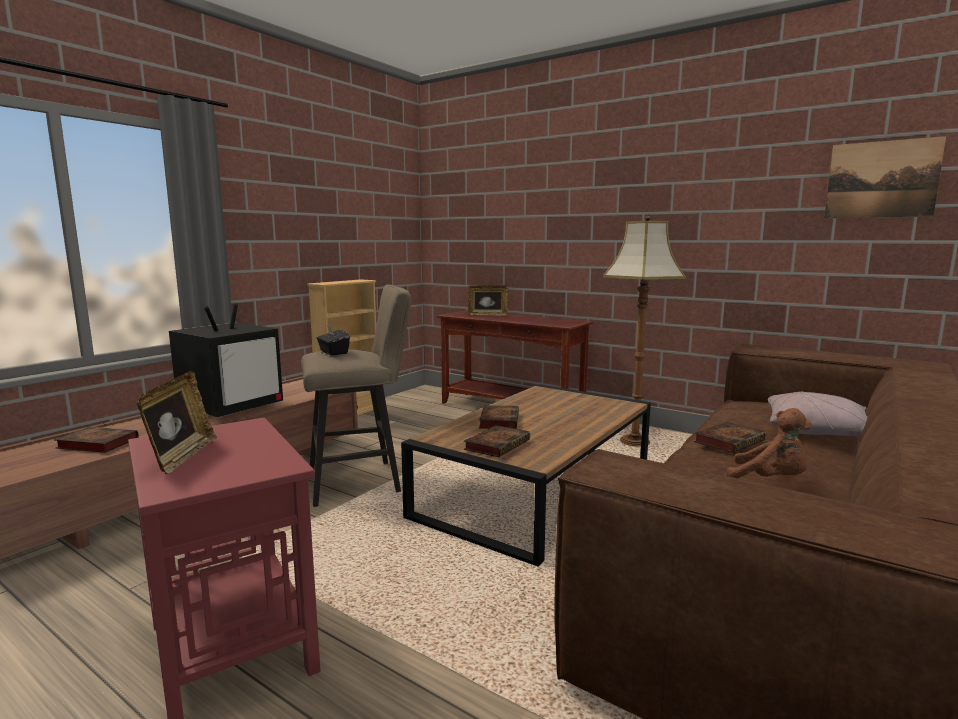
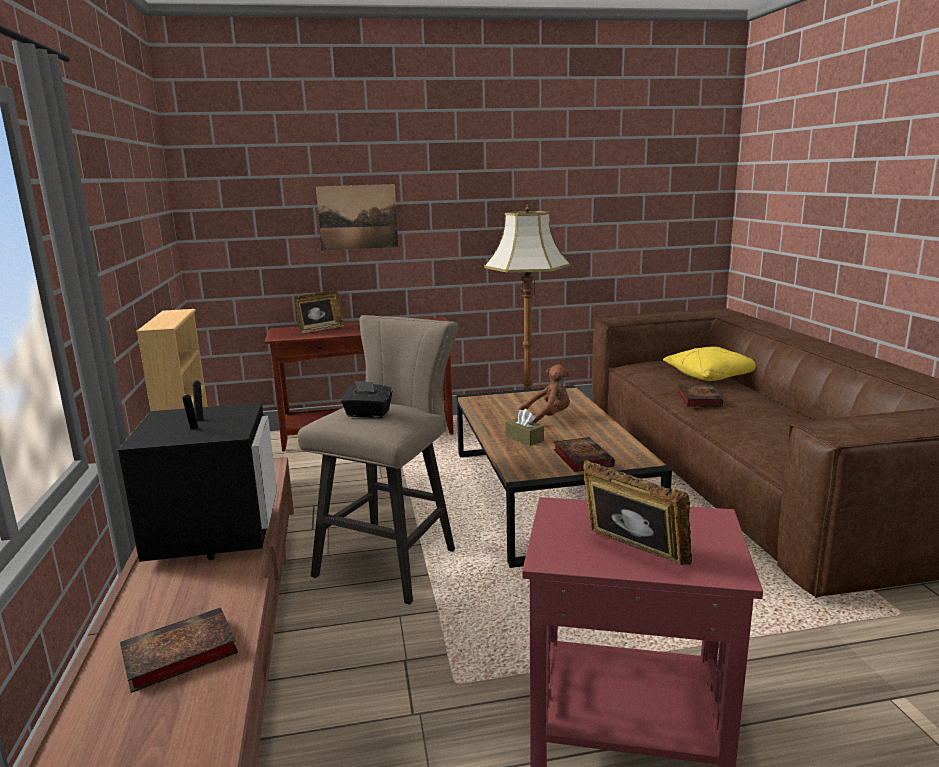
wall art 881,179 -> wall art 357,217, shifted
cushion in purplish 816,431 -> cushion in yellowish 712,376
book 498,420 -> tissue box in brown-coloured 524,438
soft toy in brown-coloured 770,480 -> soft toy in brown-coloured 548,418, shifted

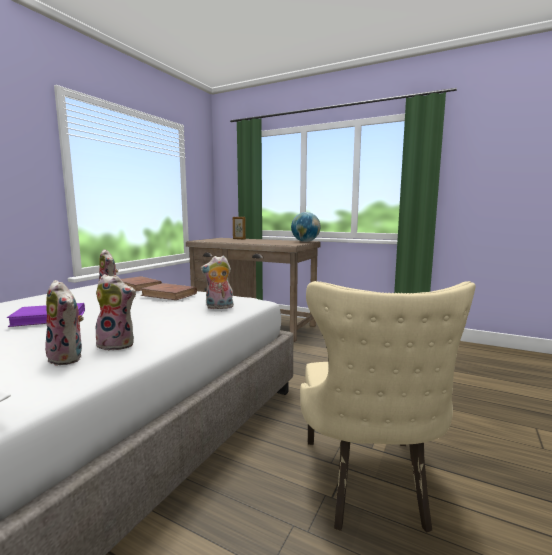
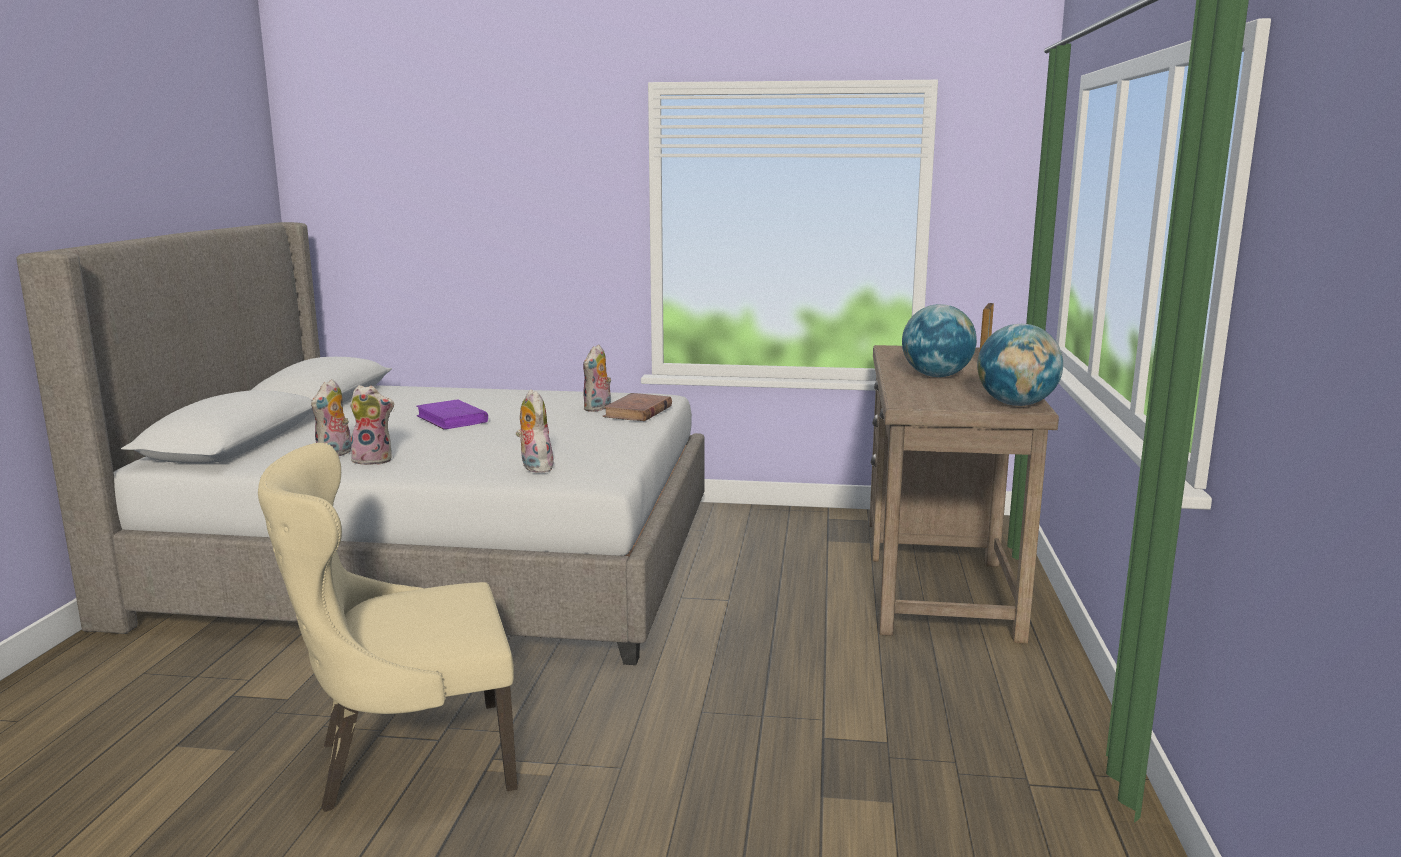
soft toy 118,344 -> soft toy 374,460, 75 degrees counterclockwise
book in brown-coloured 169,294 -> none
none -> desk globe 936,376

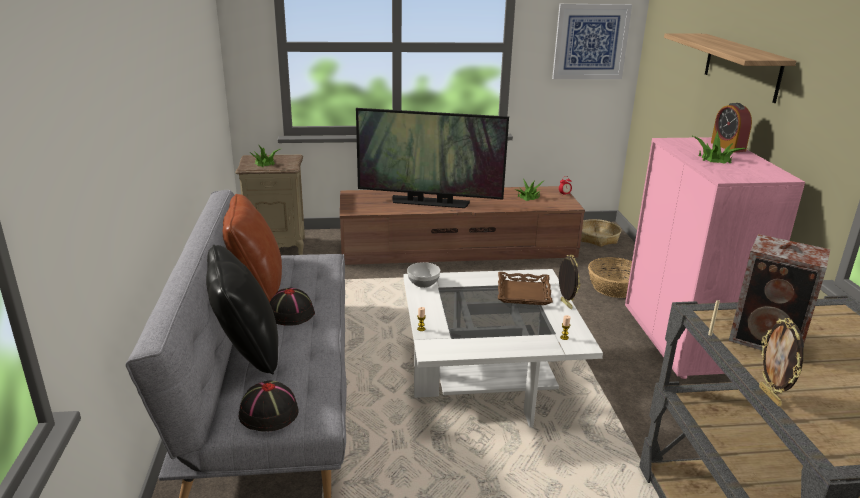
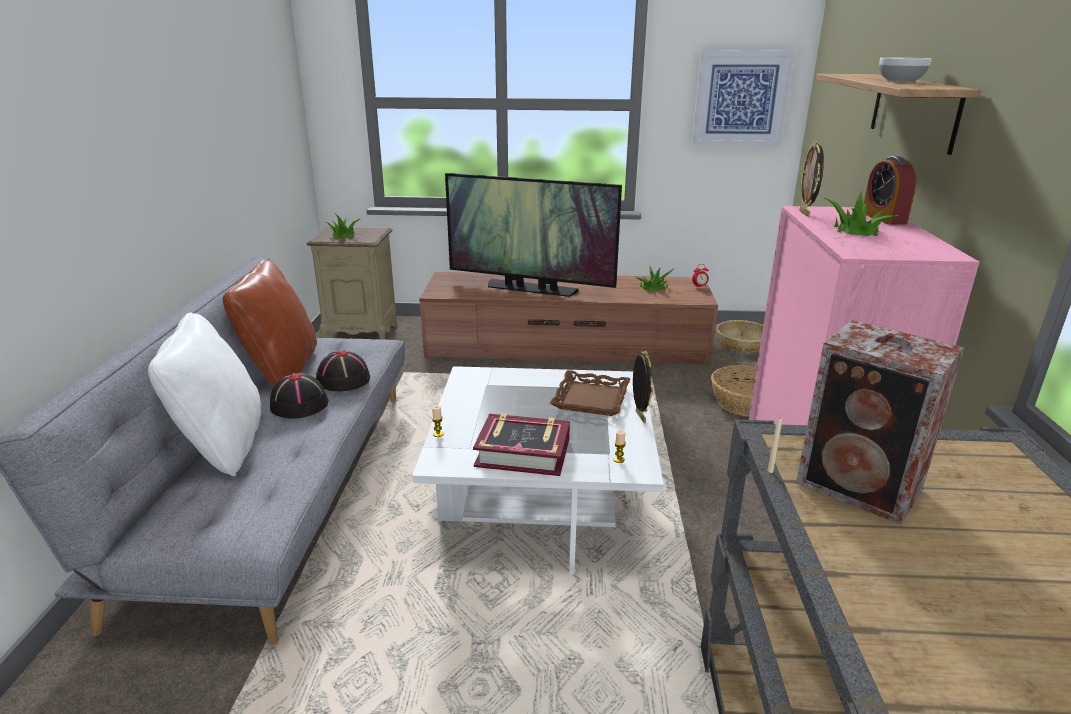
cushion in black-coloured 247,351 -> cushion in whitish 223,445
deep dish 423,283 -> deep dish 900,81, shifted
standing frame 770,396 -> standing frame 805,213, shifted
hat in black-coloured 268,413 -> hat in black-coloured 343,380, shifted
none -> book 523,452

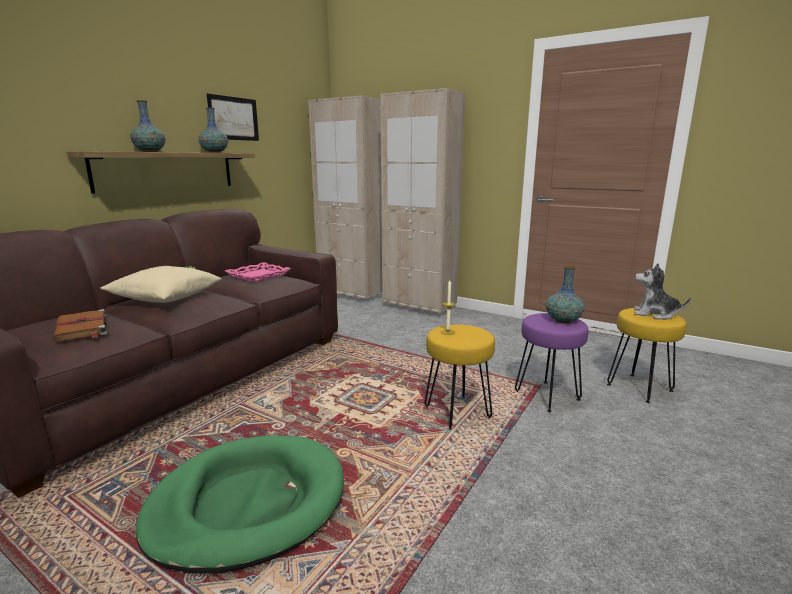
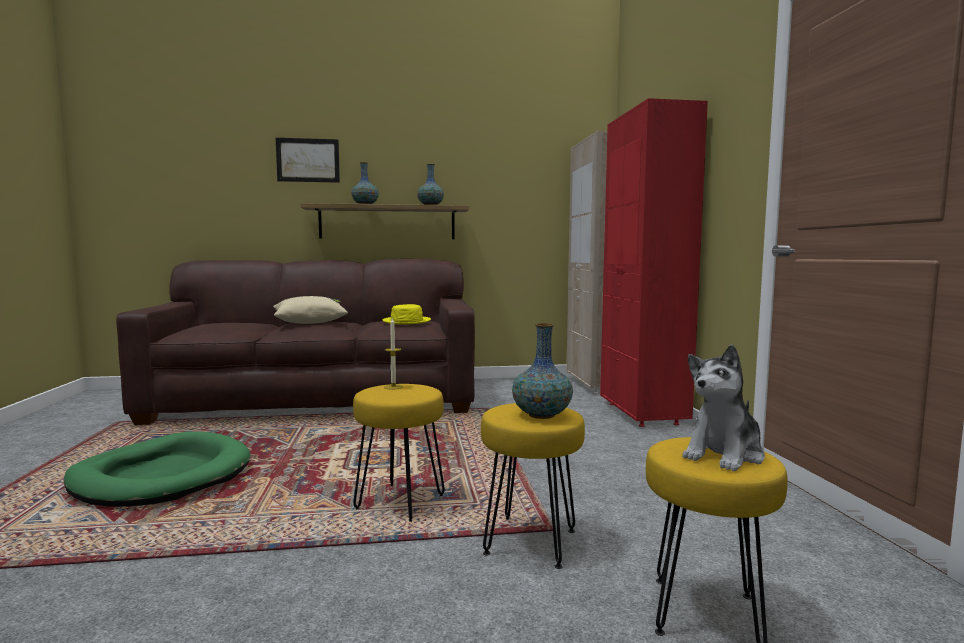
cupboard in beige-coloured 419,307 -> cupboard in red-coloured 641,414
wall art 233,118 -> wall art 308,160, shifted
tray in pink-coloured 258,275 -> hat in yellowish 407,321
soft toy 655,314 -> soft toy 724,455, 120 degrees counterclockwise
book in brown-coloured 81,328 -> none
sitting stool in purplish 548,396 -> sitting stool in yellowish 531,542

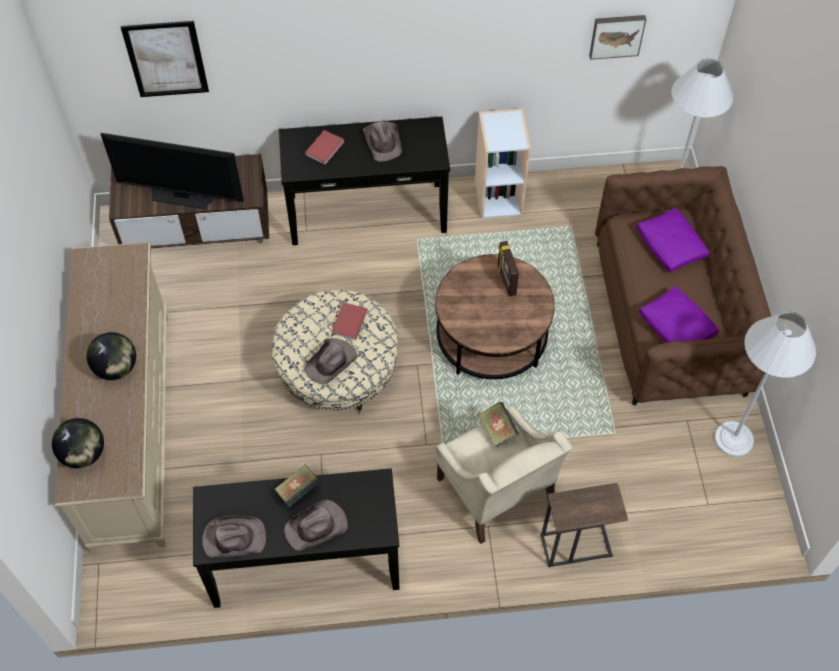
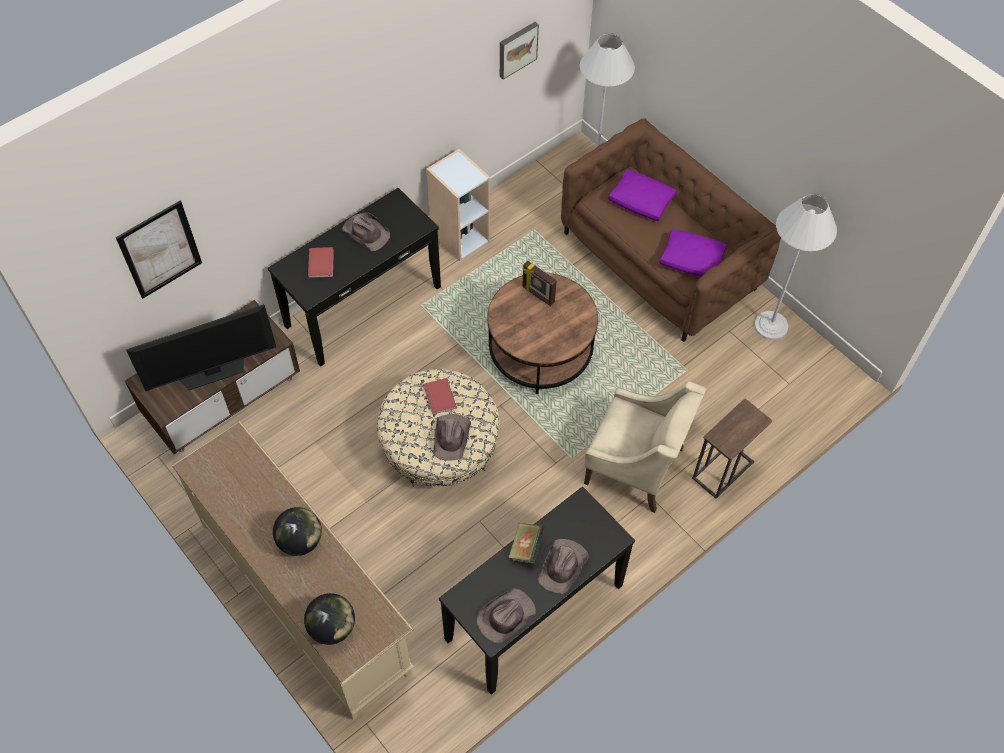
book 497,430 -> none

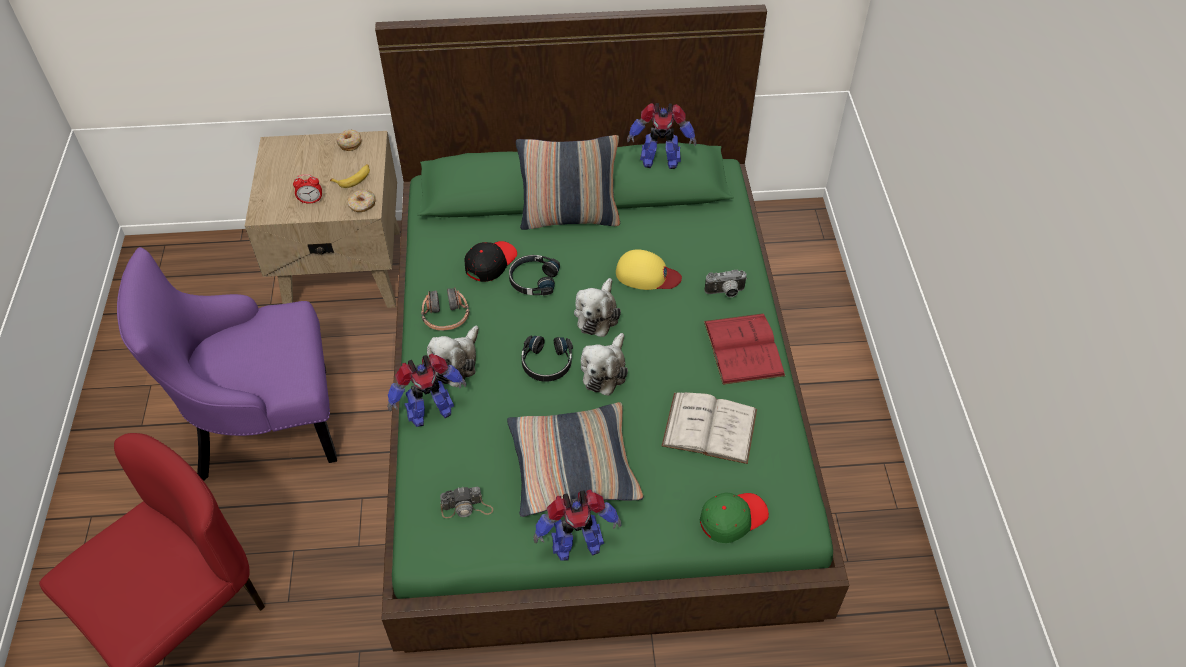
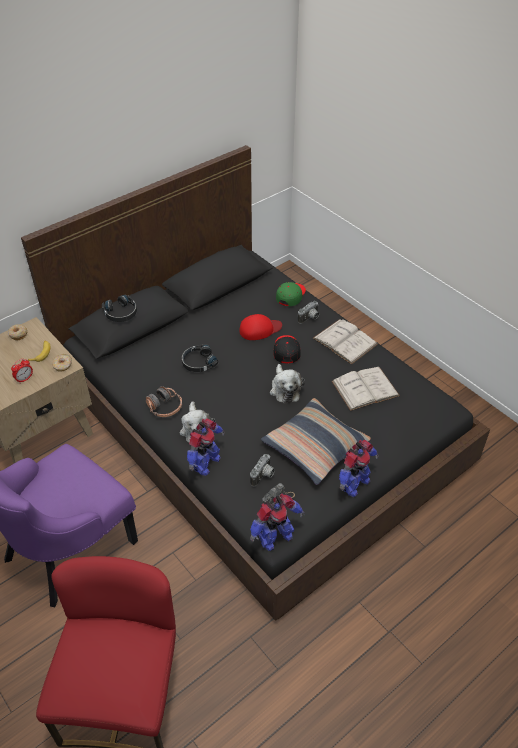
bed in green 593,394 -> bed in black-coloured 258,419
model robot 659,160 -> model robot 275,537, shifted
cushion 569,217 -> none
peaked cap in black-coloured 490,263 -> peaked cap in black-coloured 286,351, shifted
peaked cap in yellowish 647,275 -> peaked cap in red-coloured 260,329
soft toy 597,315 -> none
book in red-coloured 743,348 -> book in whitish 345,341
headset in black-coloured 546,363 -> headset in black-coloured 121,313, shifted
peaked cap in green 732,518 -> peaked cap in green 290,296, shifted
none -> photo camera 263,476

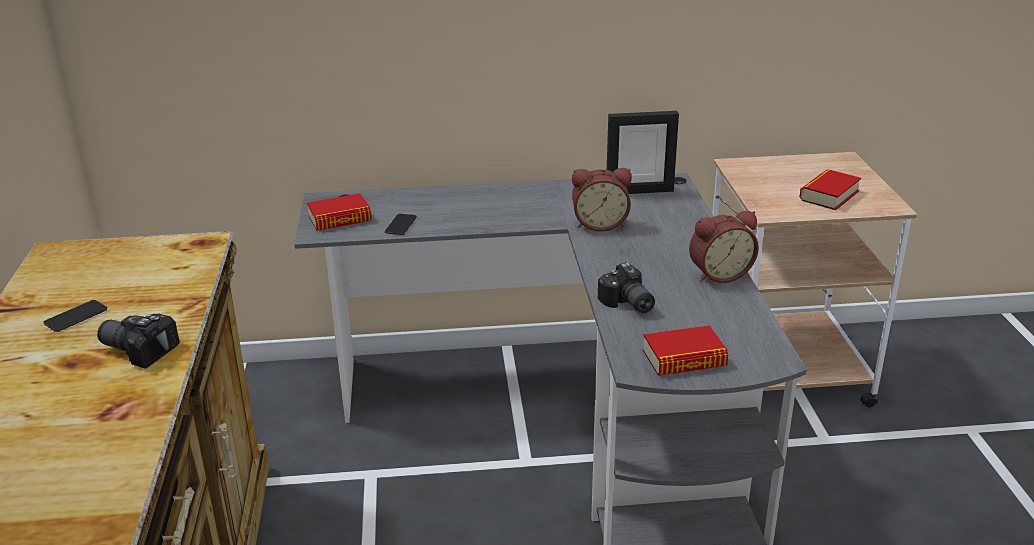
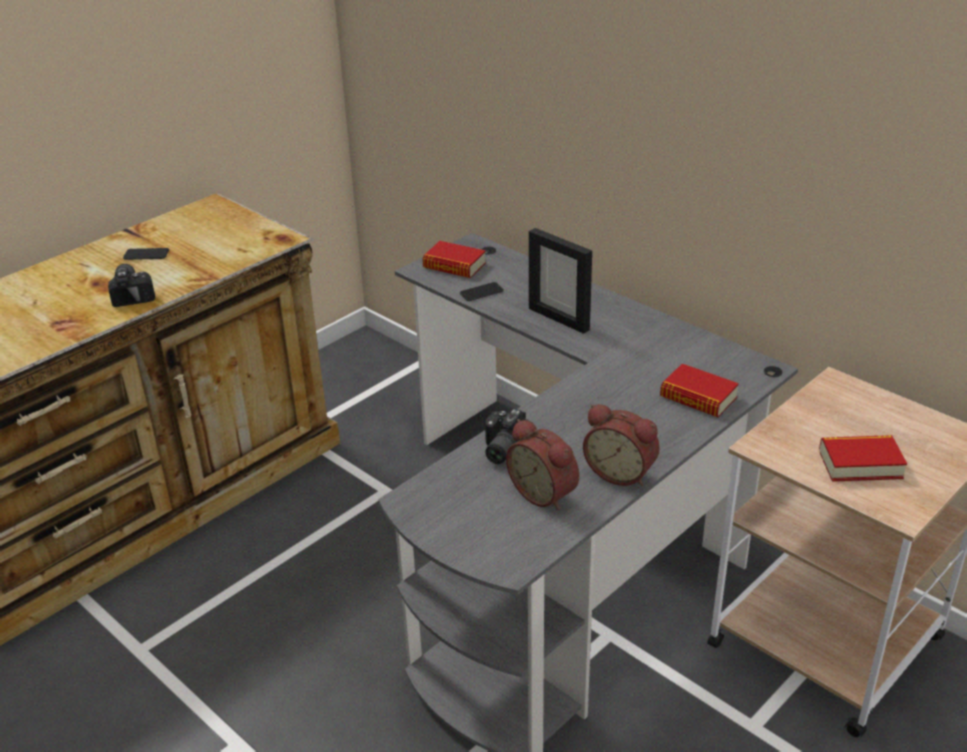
standing frame 639,190 -> standing frame 559,318, shifted
alarm clock 599,224 -> alarm clock 545,493, shifted
book 684,359 -> book 698,397, shifted

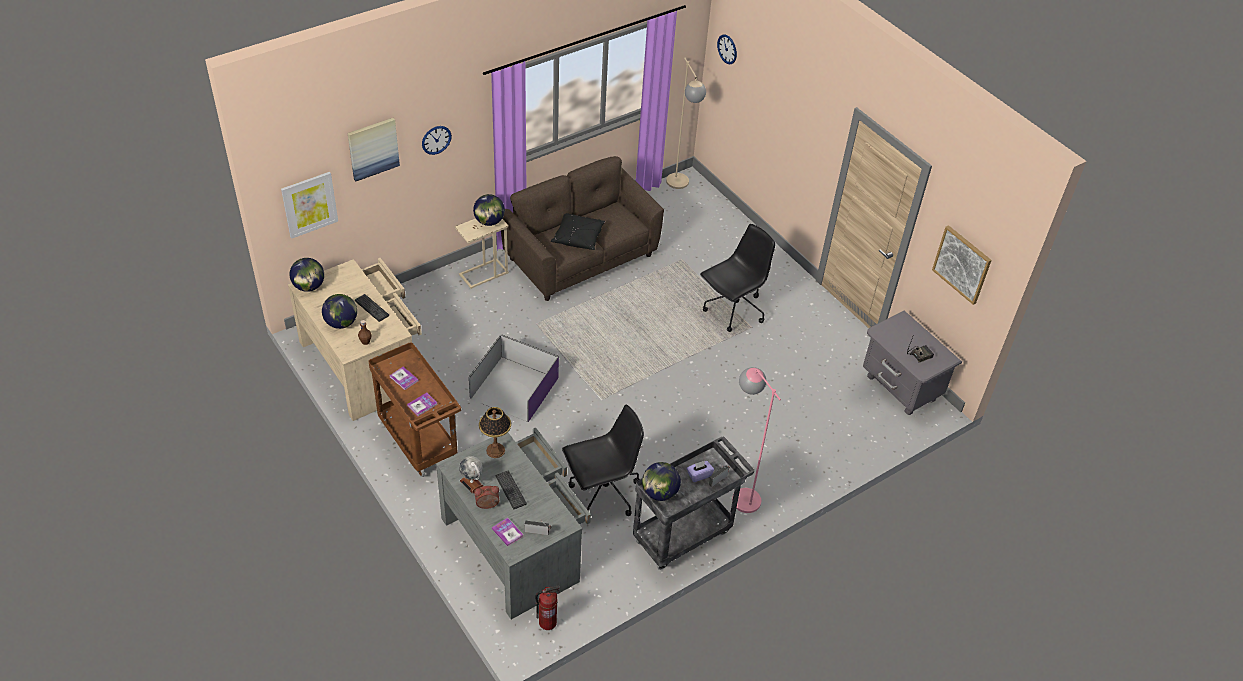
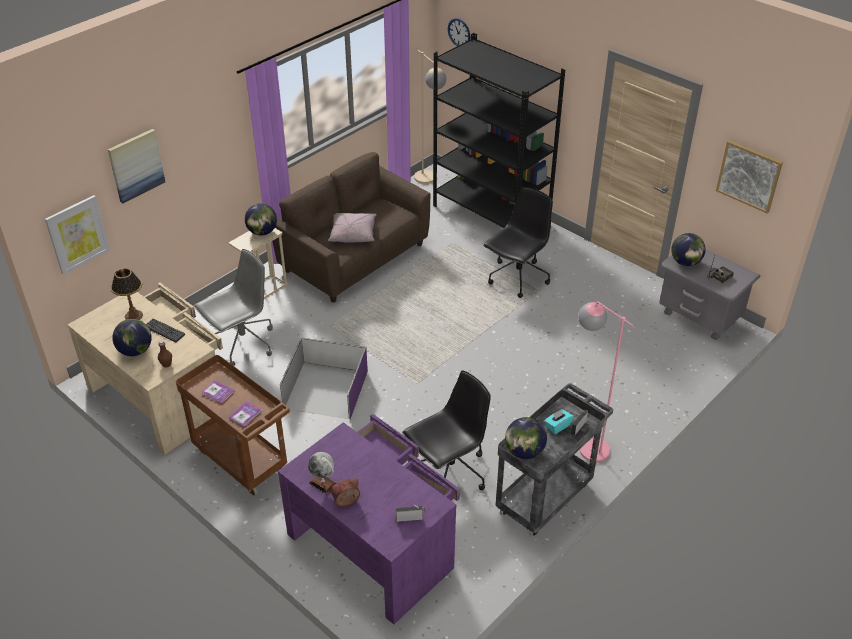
hanging clock 436,140 -> none
cushion in black-coloured 578,237 -> cushion in purplish 353,234
desk globe 309,286 -> desk globe 685,262, shifted
lamp for a table 495,450 -> lamp for a table 134,316, shifted
desk unit in greyish 516,544 -> desk unit in purplish 375,544
tissue box in purplish 699,475 -> tissue box in turquoise 557,426
PC keyboard 511,490 -> none
book 507,532 -> none
fire-fighting cylinder 547,622 -> none
none -> bookshelf in black-coloured 491,215
none -> office chair in greyish 241,345

